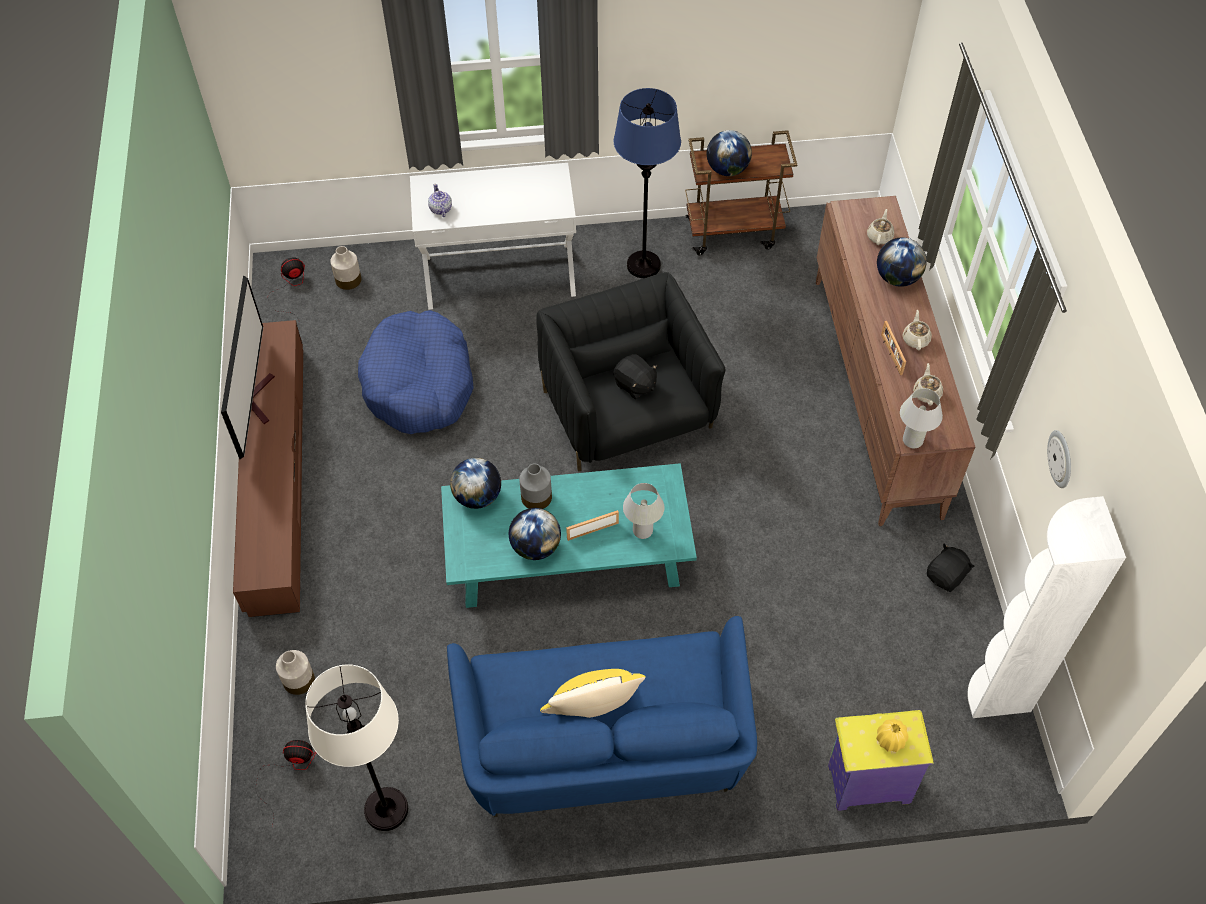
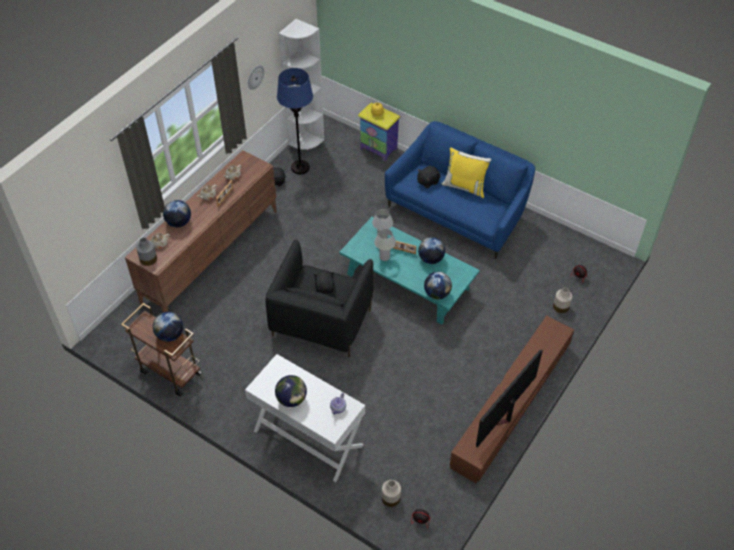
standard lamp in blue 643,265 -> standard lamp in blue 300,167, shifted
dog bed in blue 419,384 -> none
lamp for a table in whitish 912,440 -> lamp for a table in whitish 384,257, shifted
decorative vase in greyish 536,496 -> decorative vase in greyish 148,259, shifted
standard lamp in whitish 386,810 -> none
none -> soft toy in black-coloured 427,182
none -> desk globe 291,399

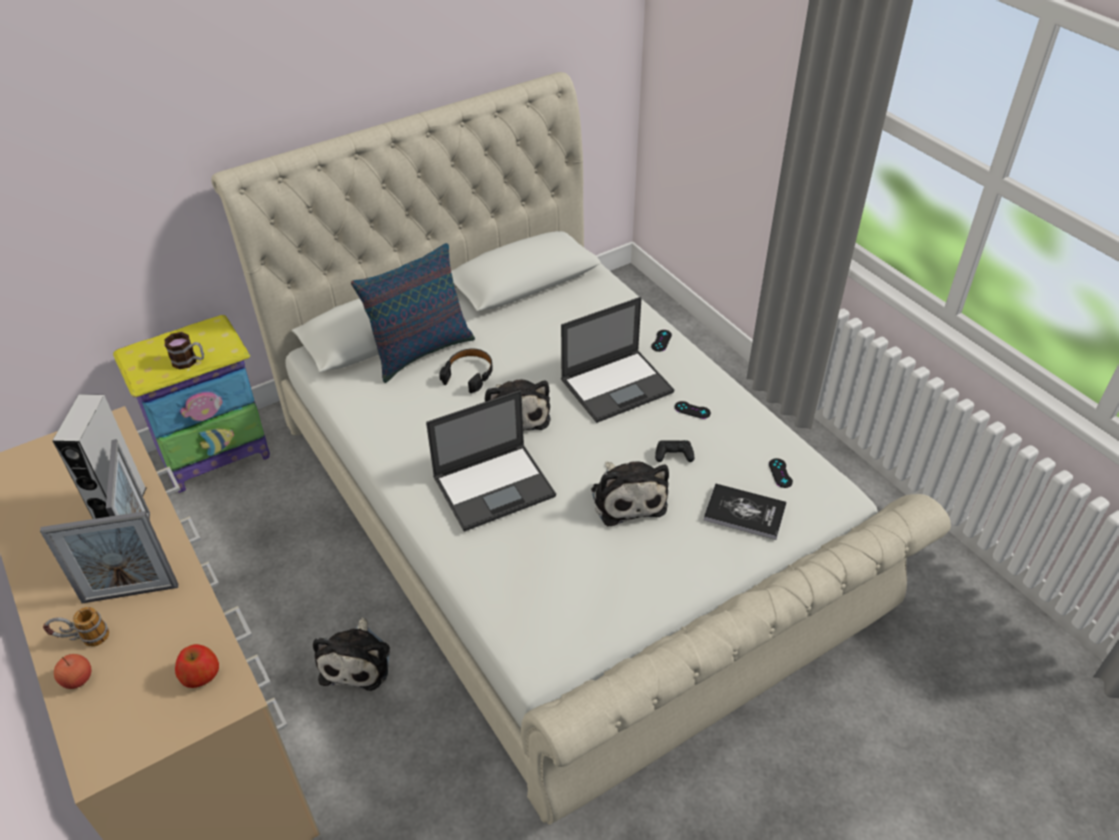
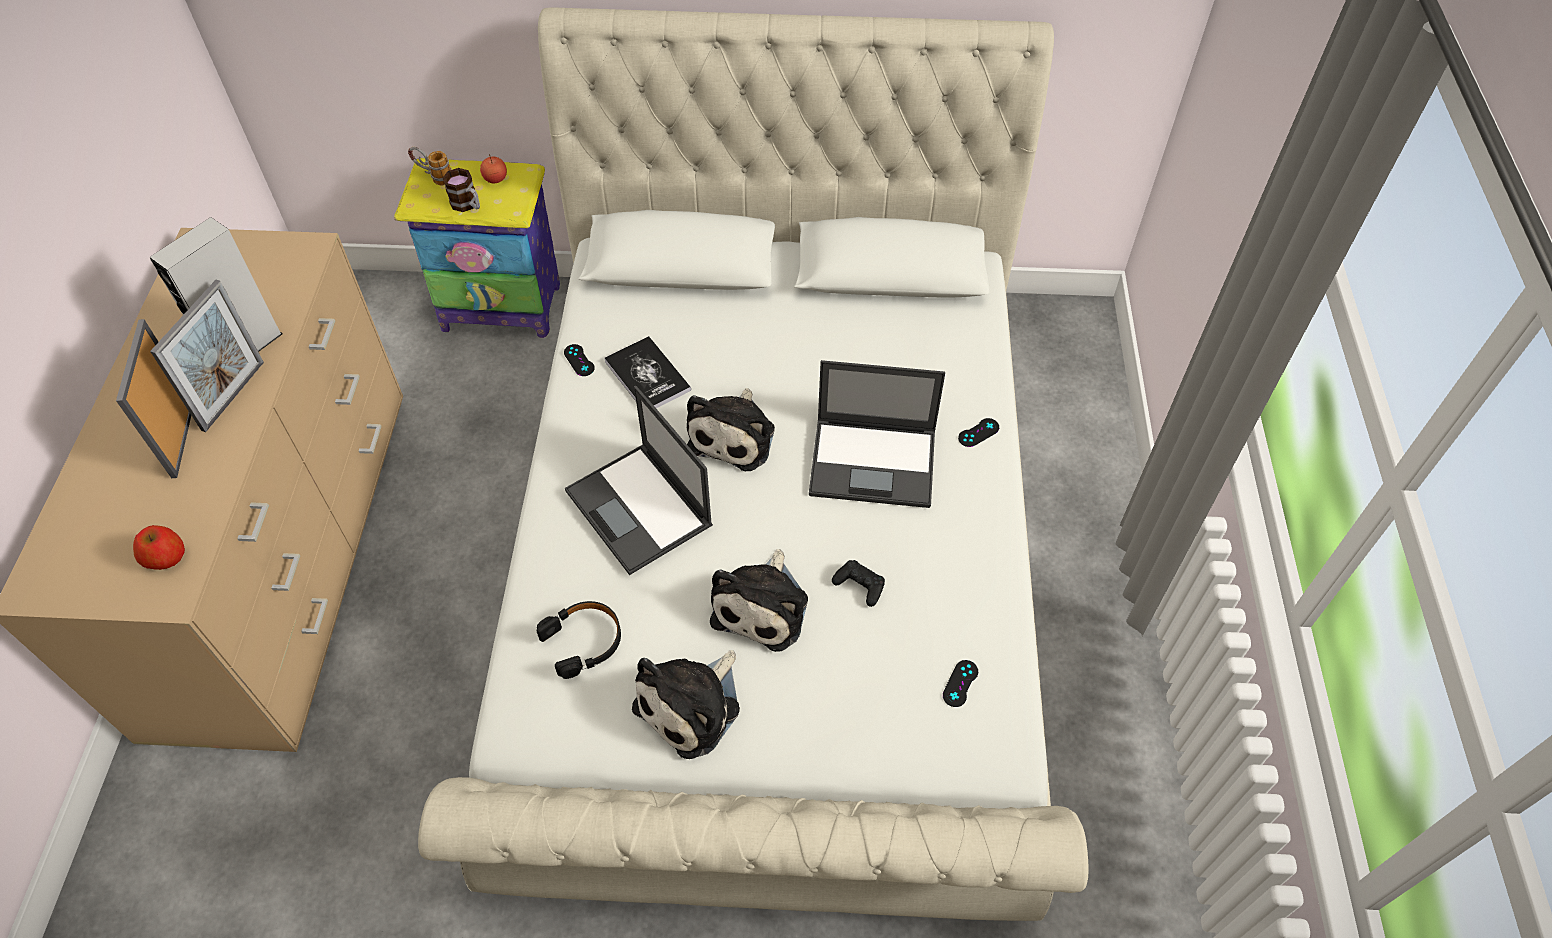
cushion in blue 422,352 -> none
headset in black-coloured 469,374 -> headset in black-coloured 584,641, shifted
laptop 495,486 -> laptop 640,509, 45 degrees clockwise
gamepad in black-coloured 692,410 -> gamepad in black-coloured 579,360, shifted
book 744,512 -> book 647,376, shifted
standing frame 130,593 -> standing frame 183,438, 60 degrees clockwise
mug 83,640 -> mug 434,177, shifted
soft toy 357,660 -> soft toy 692,705, shifted
apple fruit 78,679 -> apple fruit 495,179, shifted

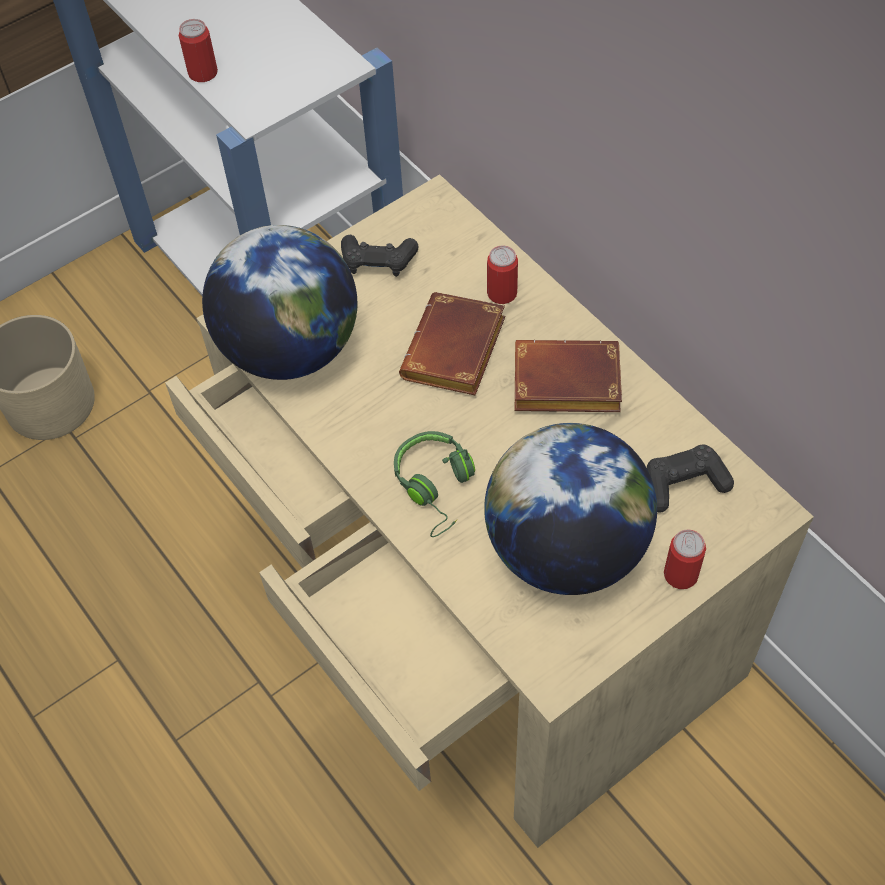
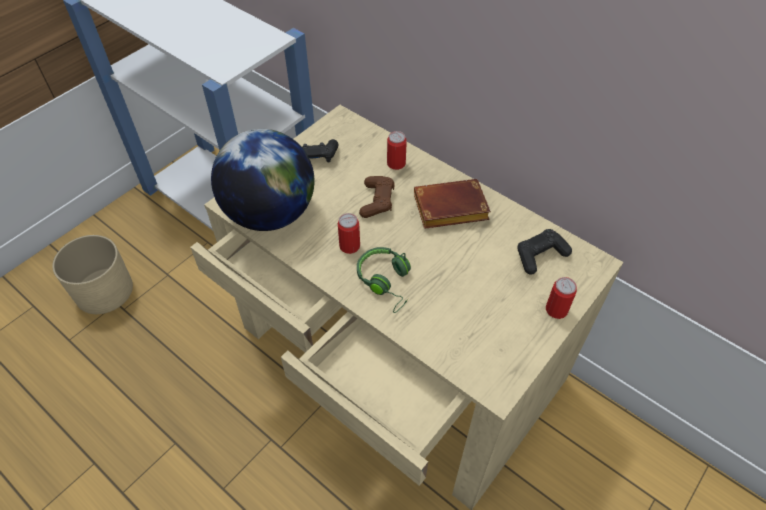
can 203,73 -> can 349,246, shifted
book in brown-coloured 456,353 -> gamepad in brown-coloured 377,201
desk globe 566,549 -> none

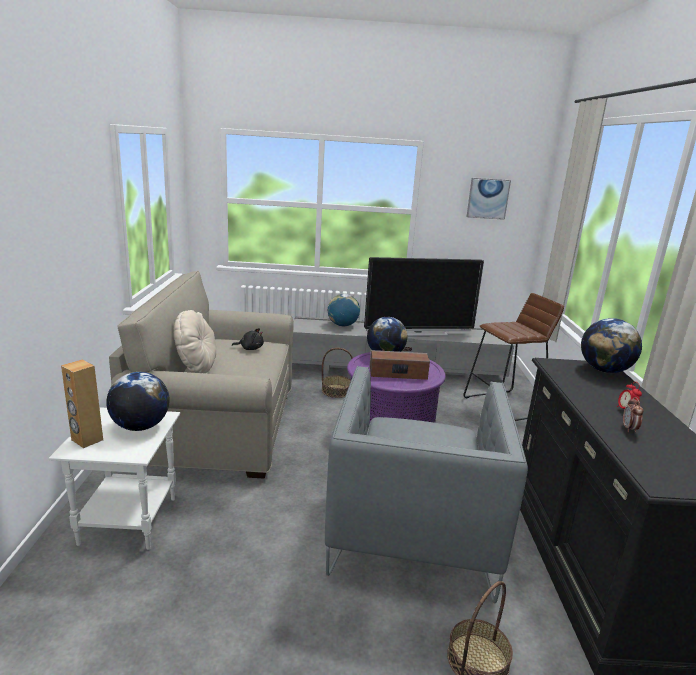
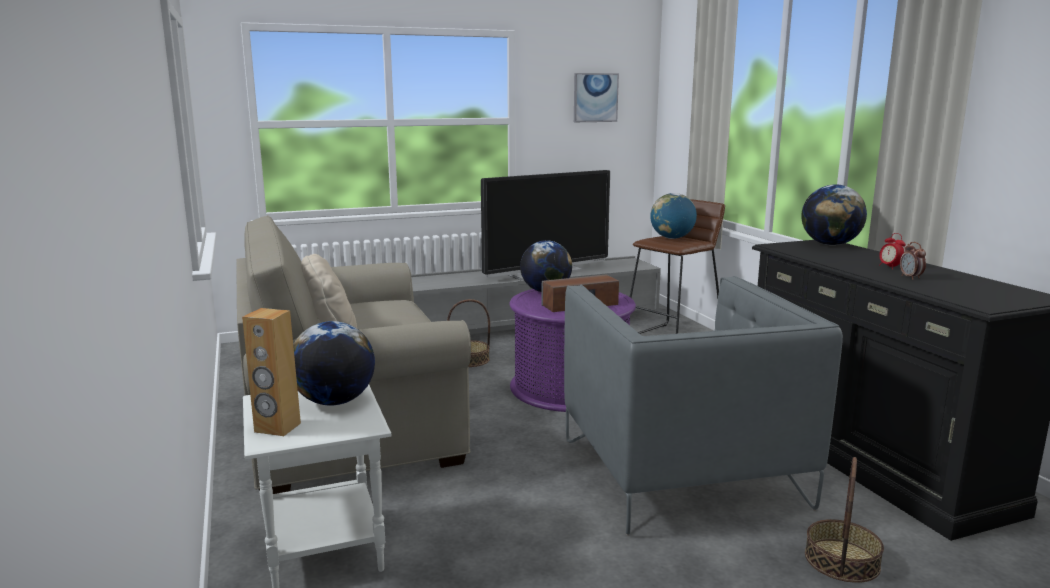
desk globe 342,325 -> desk globe 672,238, shifted
soft toy in black-coloured 250,348 -> none

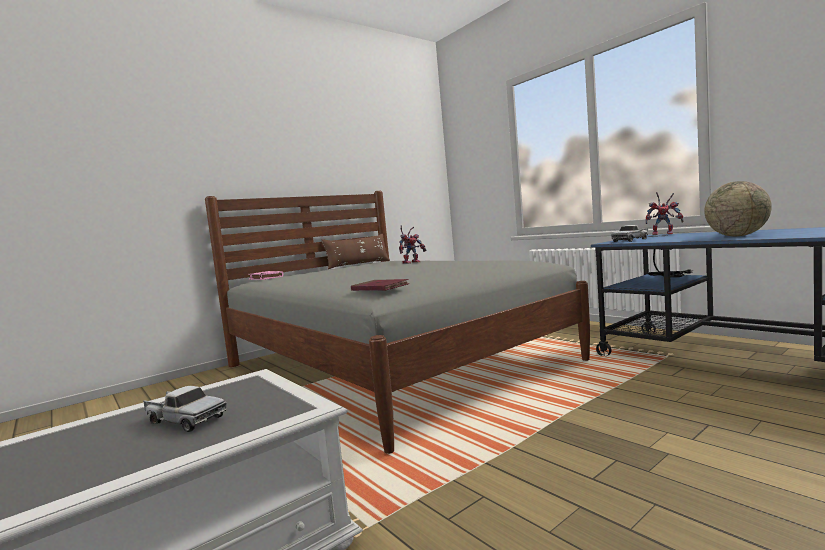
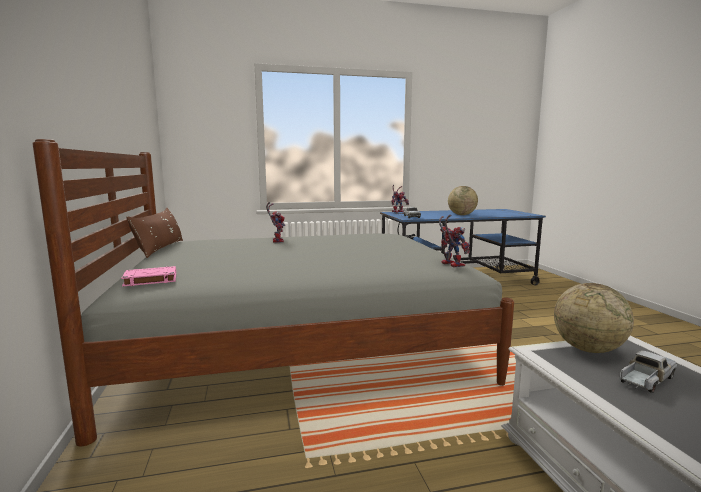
book in red-coloured 380,288 -> model robot 450,264
none -> desk globe 588,349

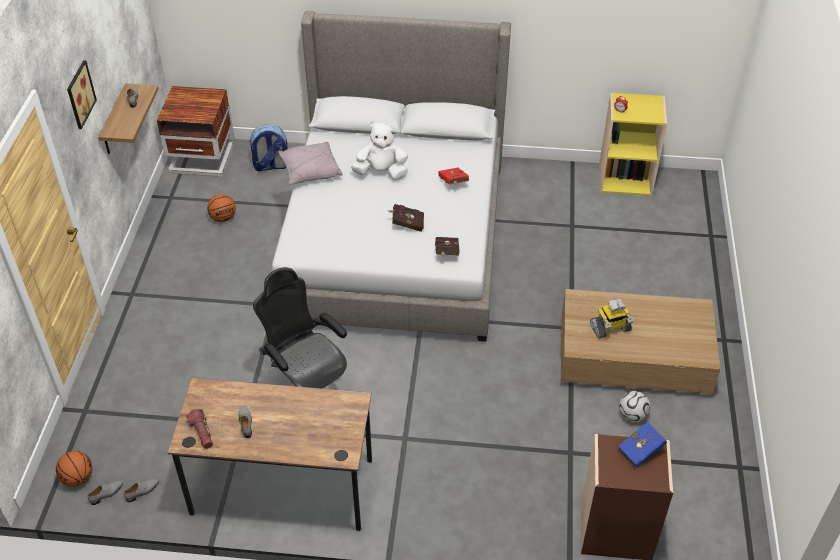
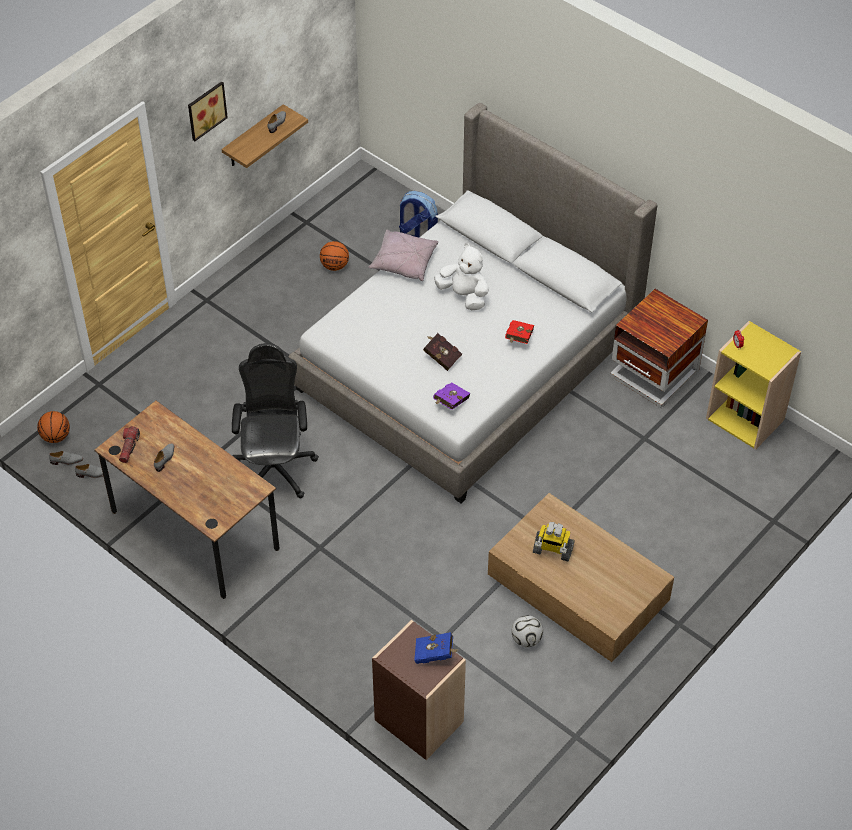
night table 202,157 -> night table 654,374, shifted
book in red-coloured 446,254 -> book in purplish 450,403

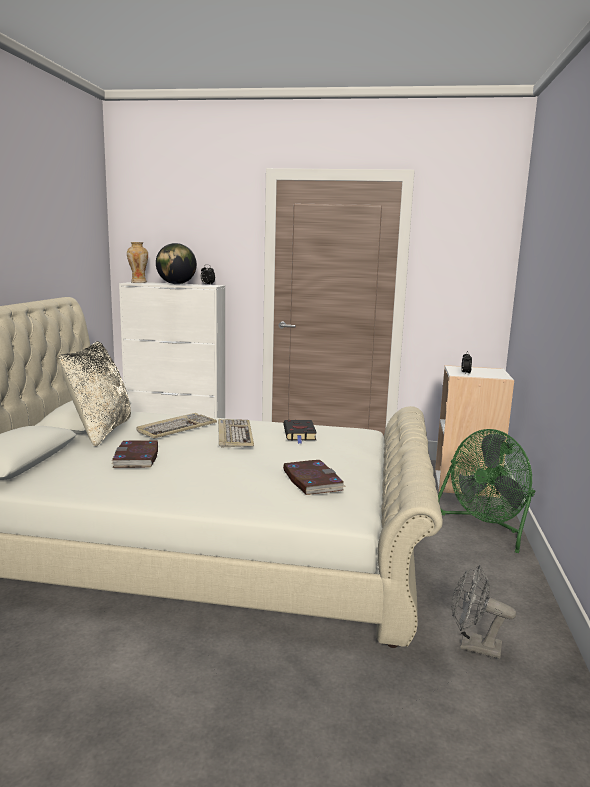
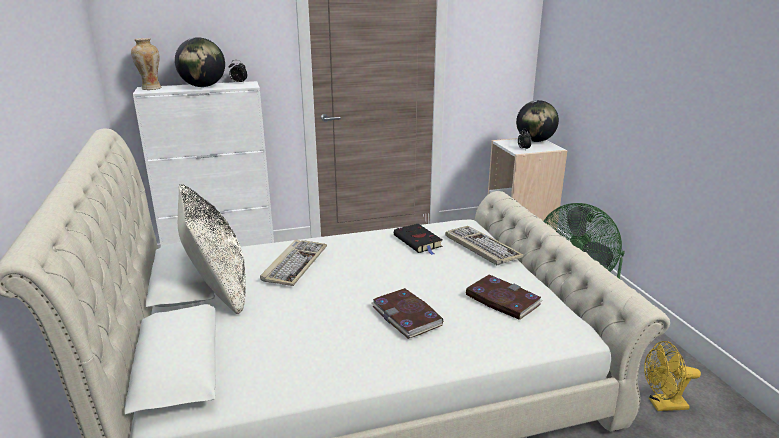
PC keyboard 234,435 -> PC keyboard 480,247, shifted
book 136,457 -> book 407,316, shifted
electric fan in greyish 473,646 -> electric fan in yellowish 662,405
none -> desk globe 535,141

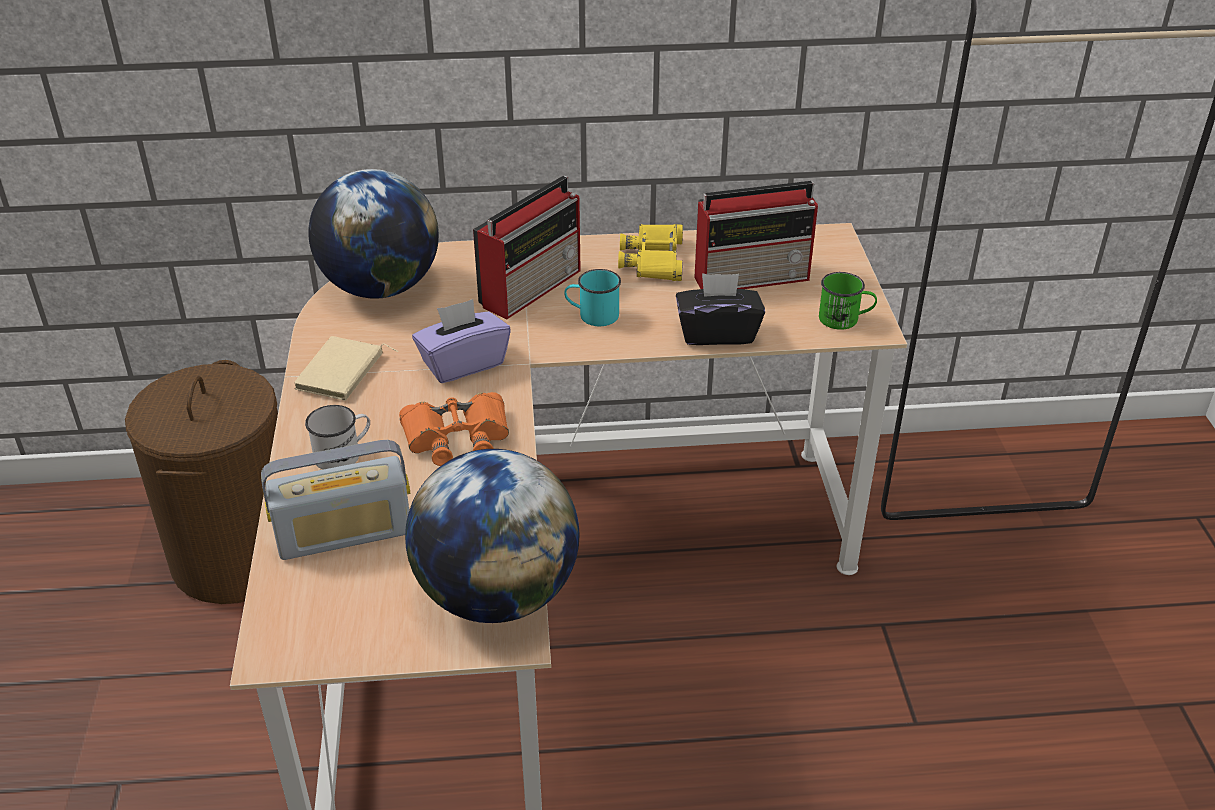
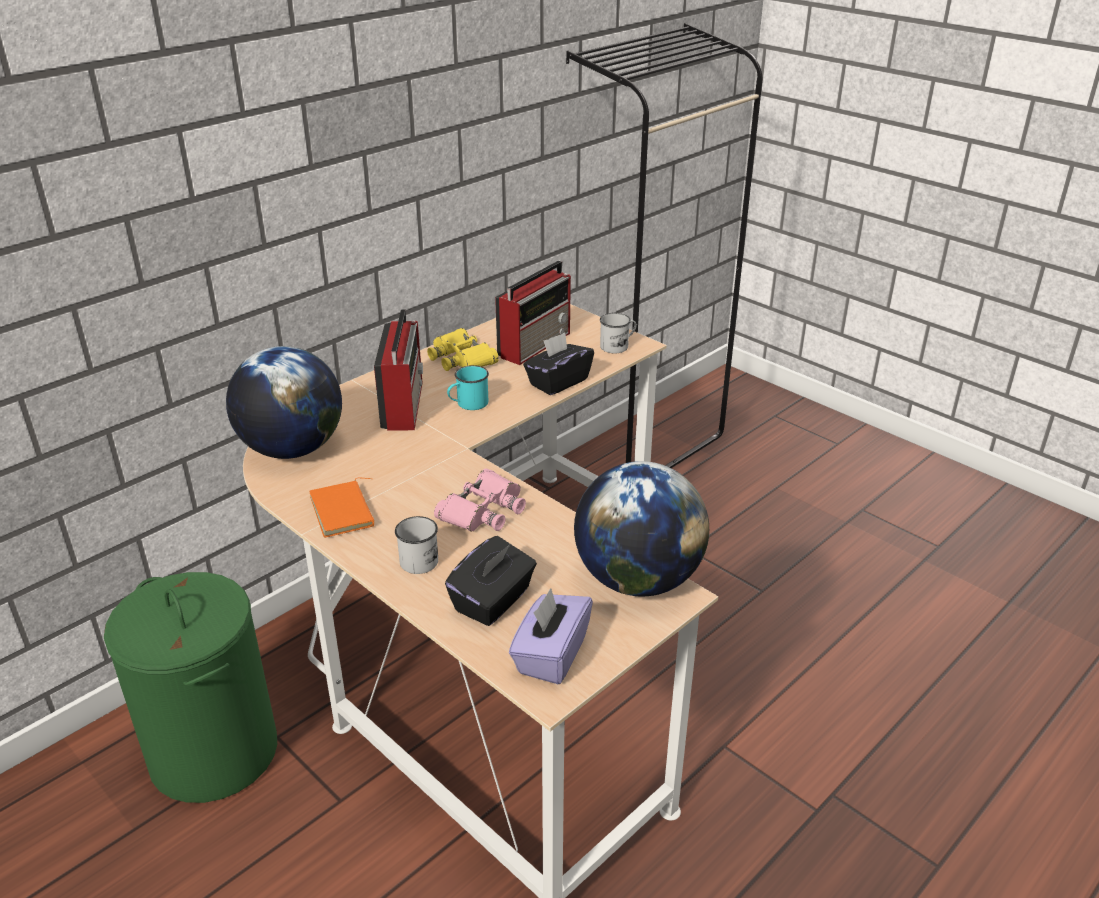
mug in green 845,319 -> mug in whitish 618,346
tissue box in purplish 463,363 -> tissue box in purplish 551,655, shifted
book in beige-coloured 342,373 -> book in orange-coloured 345,512
washing basket in brown-coloured 238,556 -> washing basket in green 213,752
binoculars in orange-coloured 457,437 -> binoculars in pink-coloured 483,510
radio set 344,534 -> tissue box in black-coloured 493,601

